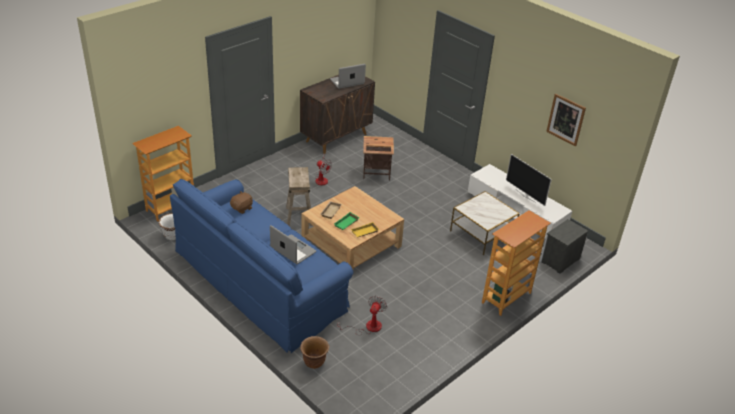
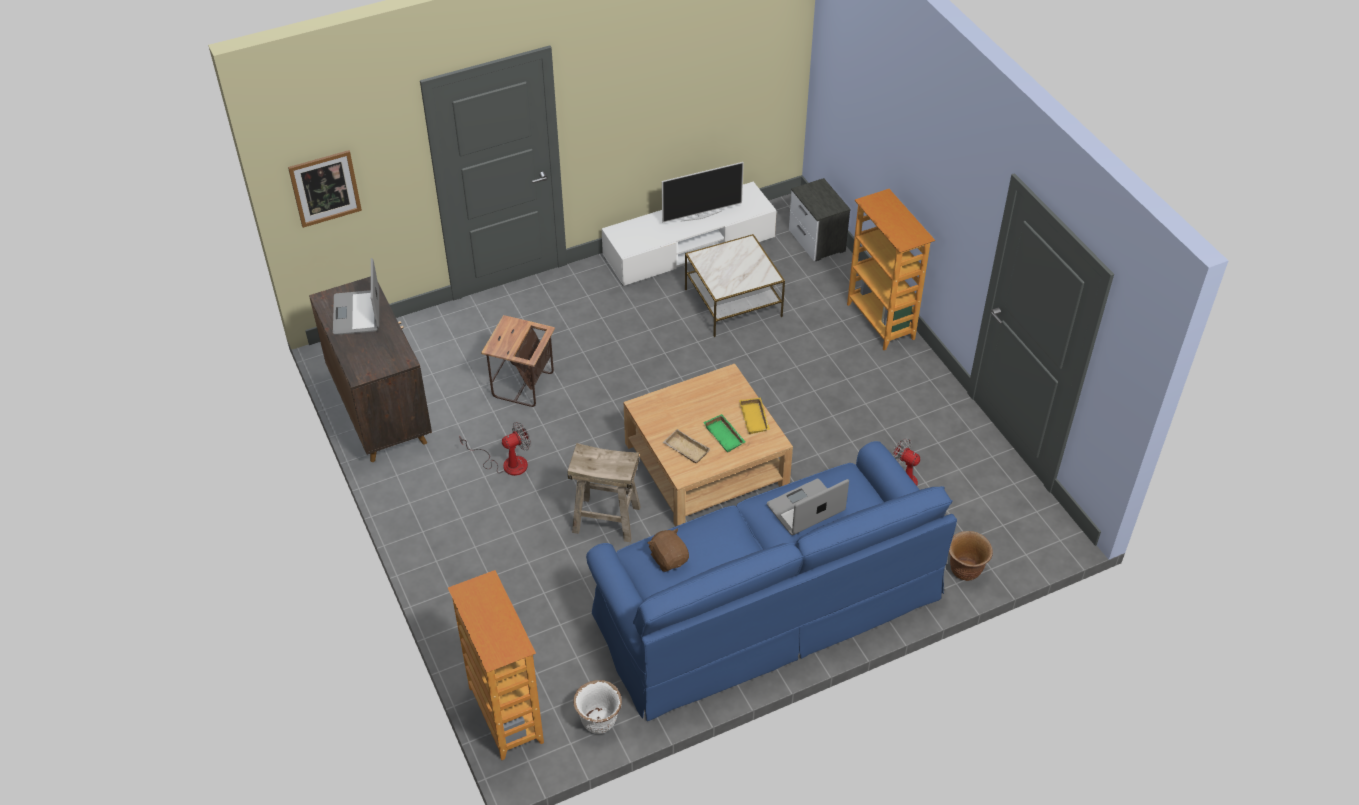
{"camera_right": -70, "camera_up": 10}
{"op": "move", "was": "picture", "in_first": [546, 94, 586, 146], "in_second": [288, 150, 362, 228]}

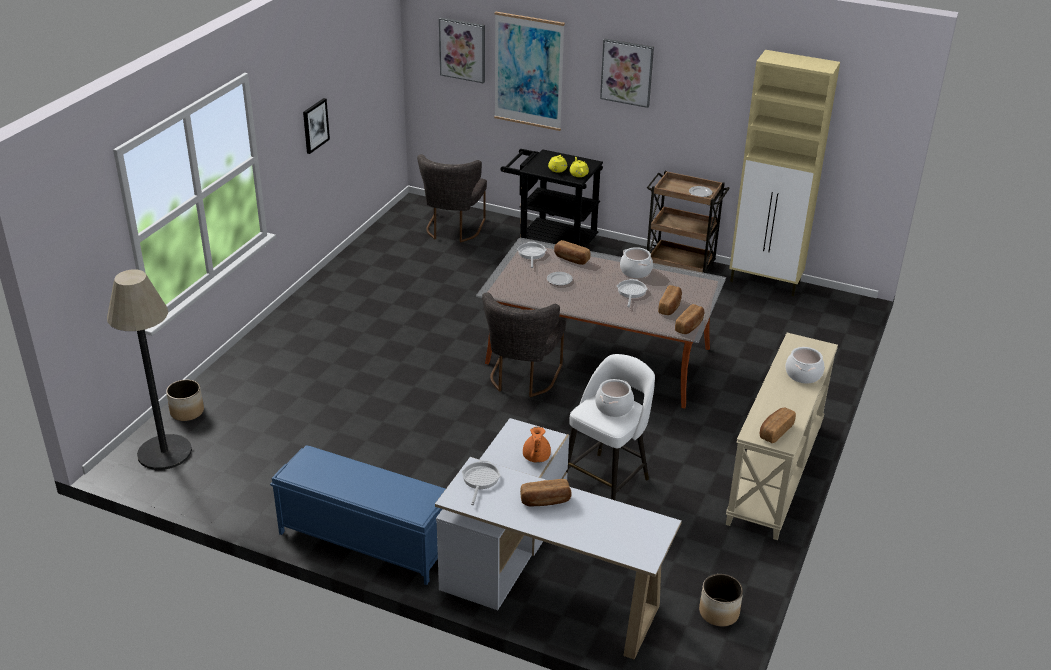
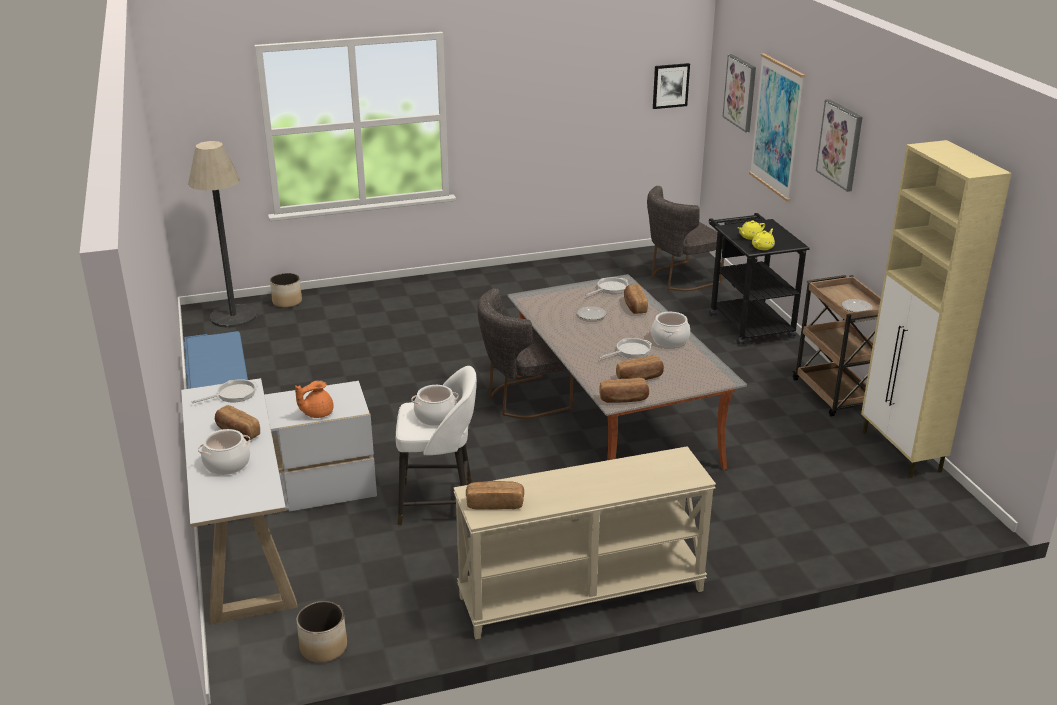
{"camera_right": 50, "camera_up": -5}
{"op": "move", "was": "picture", "in_first": [303, 98, 330, 154], "in_second": [653, 63, 690, 109]}
{"op": "move", "was": "cooking pot", "in_first": [786, 347, 824, 383], "in_second": [198, 429, 250, 475]}

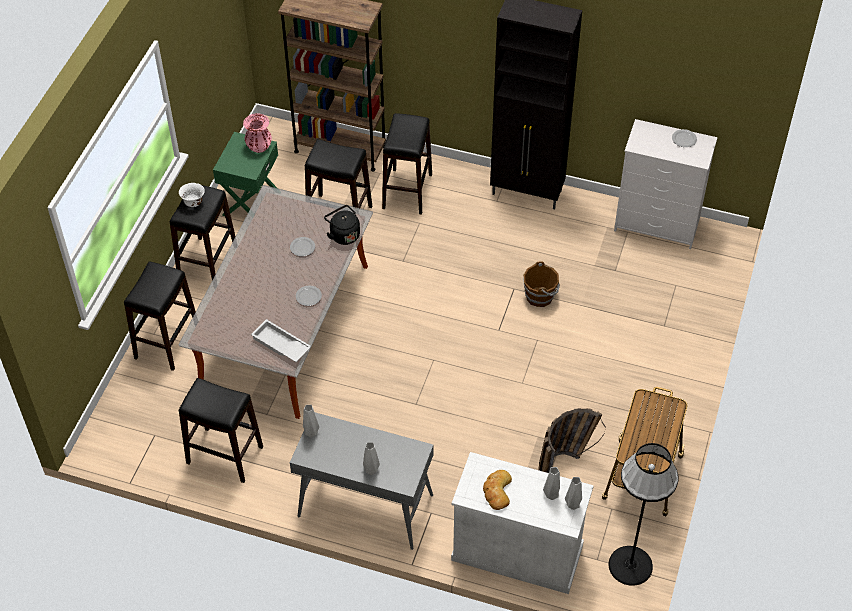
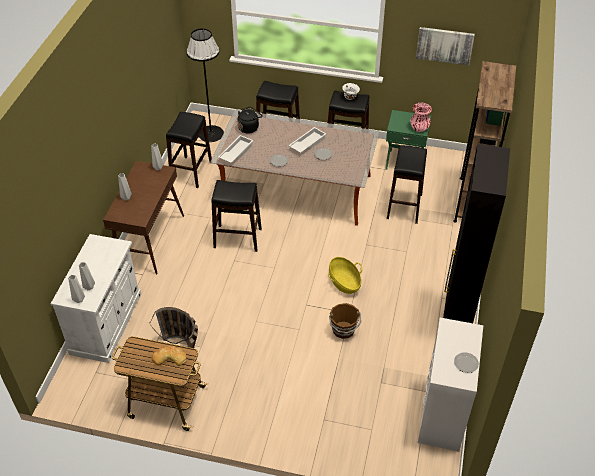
{"camera_right": 85, "camera_up": -5}
{"op": "move", "was": "stool/black", "in_first": [382, 113, 432, 215], "in_second": [211, 180, 262, 252]}
{"op": "move", "was": "kettle/black", "in_first": [324, 205, 360, 245], "in_second": [238, 107, 262, 134]}
{"op": "recolor", "was": "console table/grey", "now": "console table/brown", "in_first": [290, 413, 434, 550], "in_second": [103, 161, 184, 274]}
{"op": "move", "was": "floor lamp/black", "in_first": [609, 443, 678, 586], "in_second": [186, 29, 224, 142]}
{"op": "move", "was": "bread", "in_first": [483, 470, 512, 510], "in_second": [151, 346, 187, 366]}
{"op": "insert", "now": "picture", "in_second": [416, 27, 475, 65]}
{"op": "insert", "now": "tray/white", "in_second": [288, 127, 326, 153]}
{"op": "insert", "now": "basket", "in_second": [328, 257, 363, 294]}

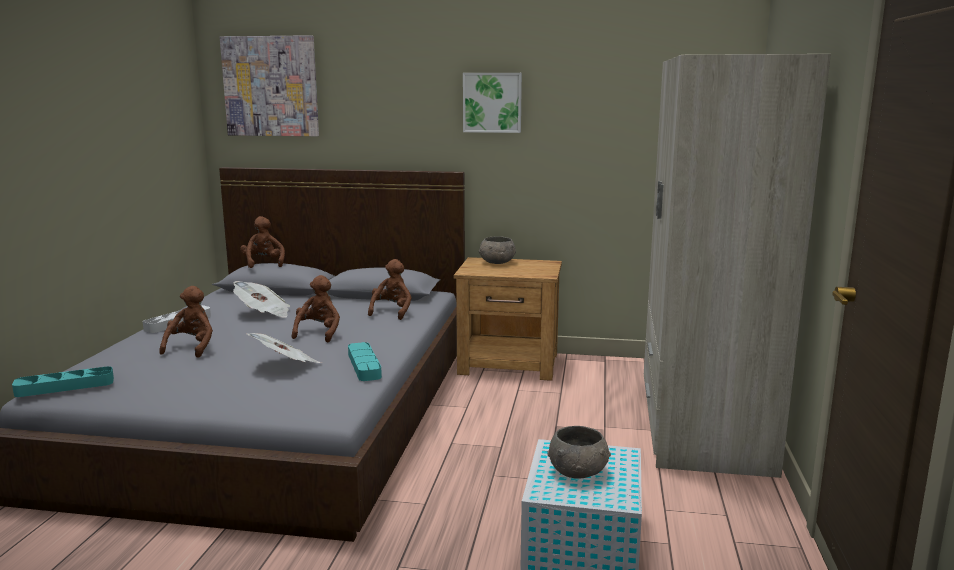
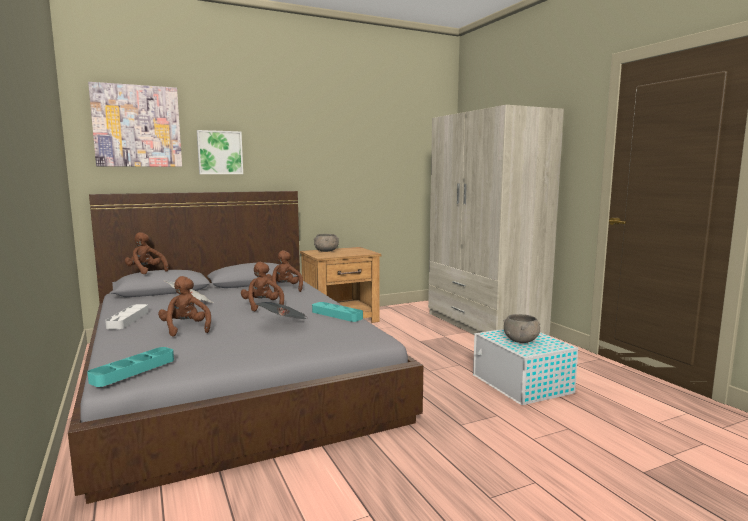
{"camera_right": -35, "camera_up": -5}
{"op": "move", "was": "picture", "in_first": [463, 73, 522, 133], "in_second": [197, 130, 243, 174]}

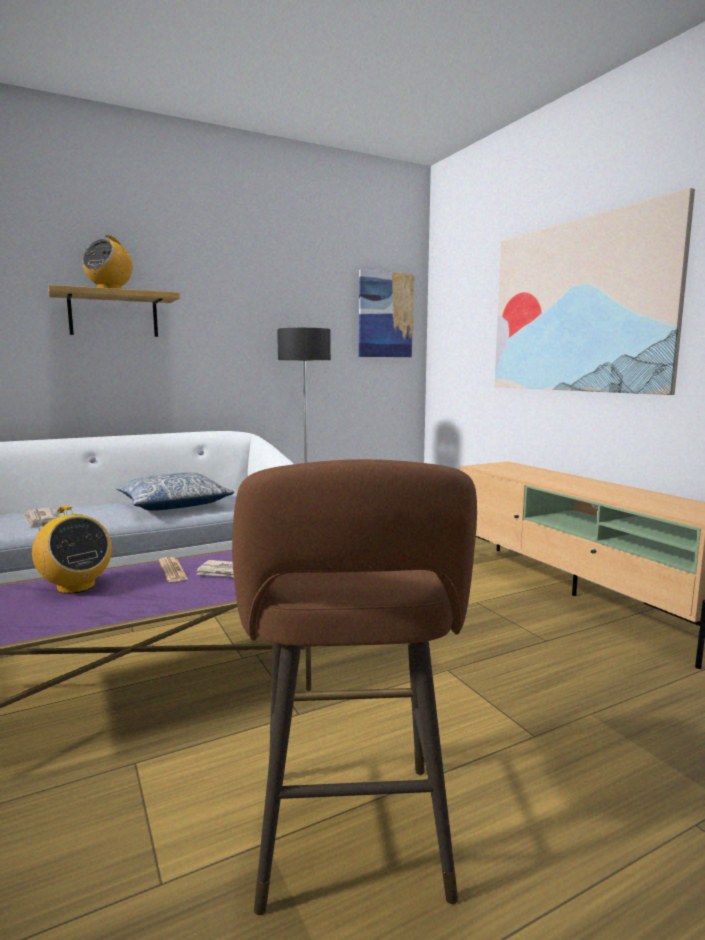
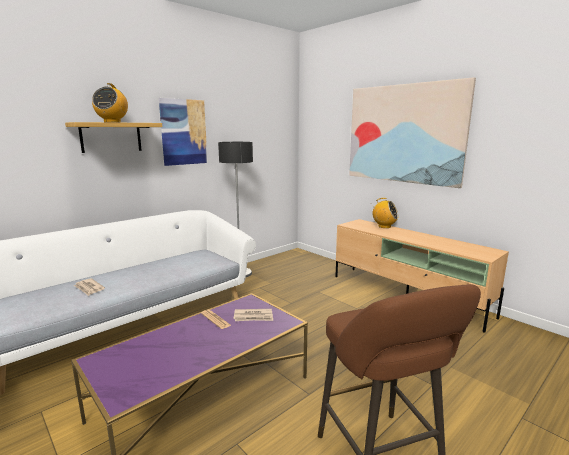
{"camera_right": -15, "camera_up": 5}
{"op": "move", "was": "picture", "in_first": [359, 269, 414, 357], "in_second": [159, 98, 208, 166]}
{"op": "delete", "was": "pillow", "in_first": [116, 472, 234, 511]}
{"op": "move", "was": "radio", "in_first": [32, 506, 112, 594], "in_second": [372, 198, 398, 228]}

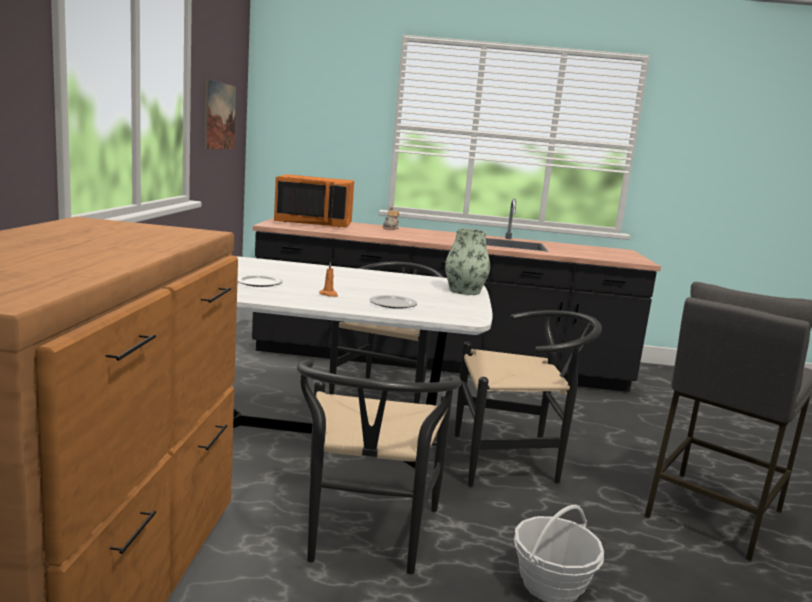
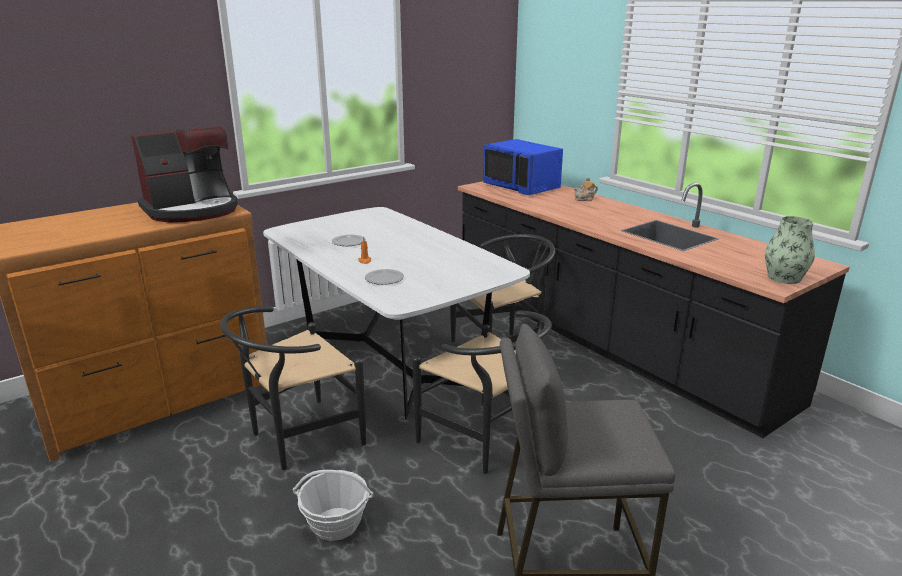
{"camera_right": 50, "camera_up": 10}
{"op": "delete", "was": "picture", "in_first": [205, 79, 236, 149]}
{"op": "recolor", "was": "microwave/orange", "now": "microwave/blue", "in_first": [274, 174, 354, 228], "in_second": [483, 139, 563, 195]}
{"op": "move", "was": "vase", "in_first": [445, 228, 490, 295], "in_second": [765, 216, 815, 284]}
{"op": "insert", "now": "coffee machine", "in_second": [131, 126, 238, 222]}

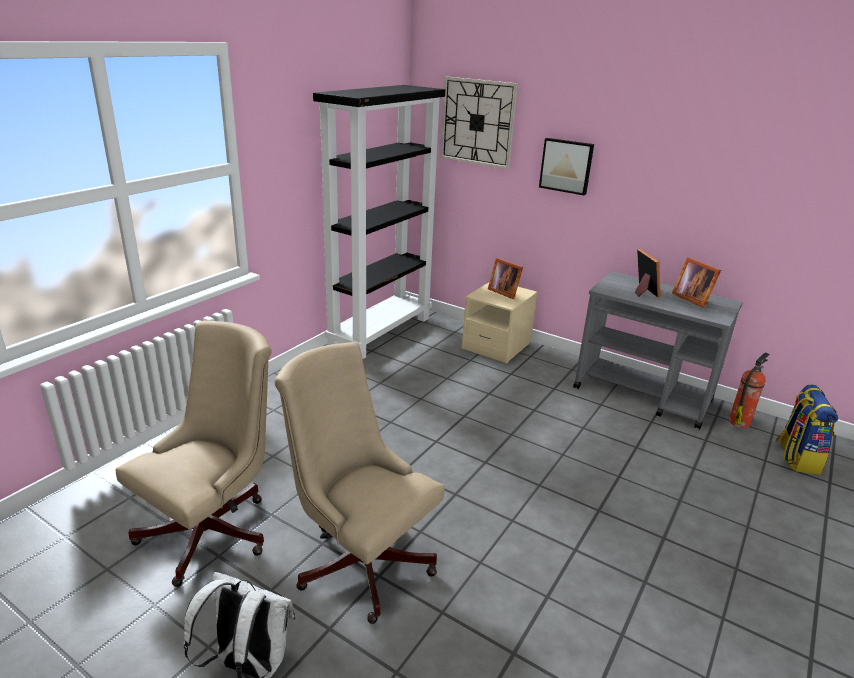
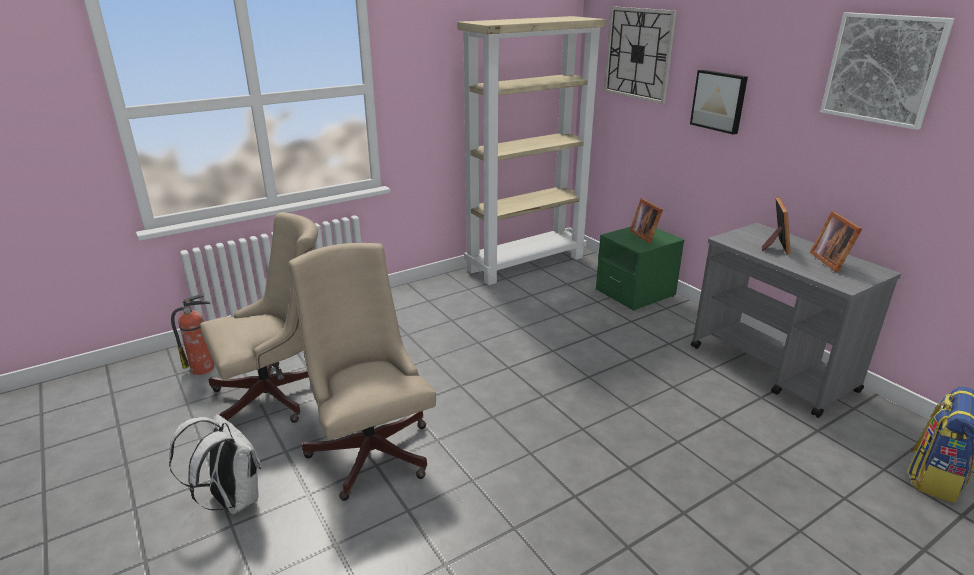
{"camera_right": 25, "camera_up": 0}
{"op": "recolor", "was": "bookcase/black", "now": "bookcase/beige", "in_first": [313, 85, 445, 359], "in_second": [457, 16, 607, 285]}
{"op": "recolor", "was": "nightstand/beige", "now": "nightstand/green", "in_first": [462, 282, 538, 363], "in_second": [596, 227, 684, 311]}
{"op": "move", "was": "fire extinguisher", "in_first": [729, 352, 770, 428], "in_second": [171, 294, 214, 375]}
{"op": "insert", "now": "picture", "in_second": [820, 12, 954, 130]}

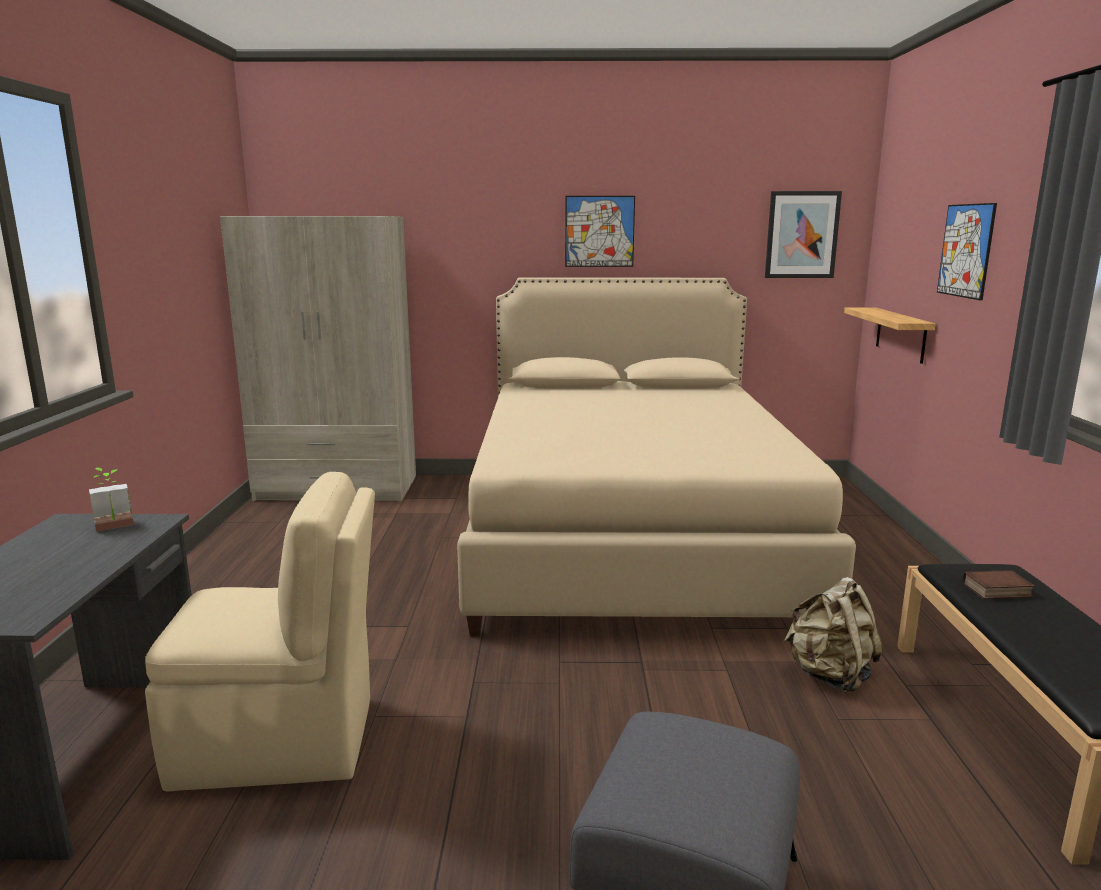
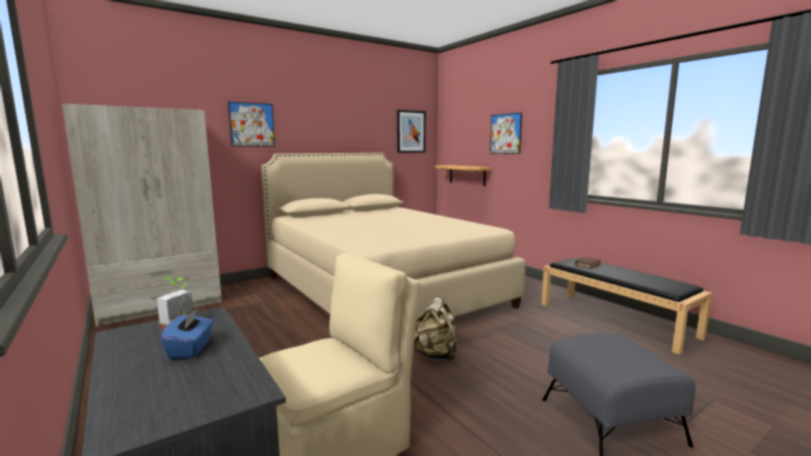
{"camera_right": -35, "camera_up": -5}
{"op": "move", "was": "picture", "in_first": [565, 196, 635, 267], "in_second": [228, 102, 275, 146]}
{"op": "move", "was": "backpack/beige", "in_first": [784, 577, 883, 693], "in_second": [414, 298, 457, 361]}
{"op": "insert", "now": "tissue box/blue", "in_second": [160, 309, 213, 359]}

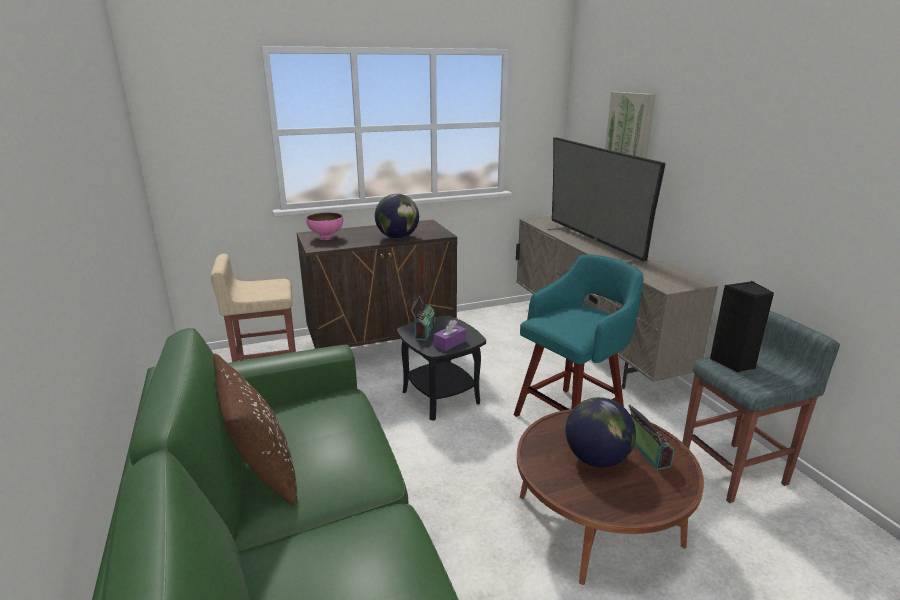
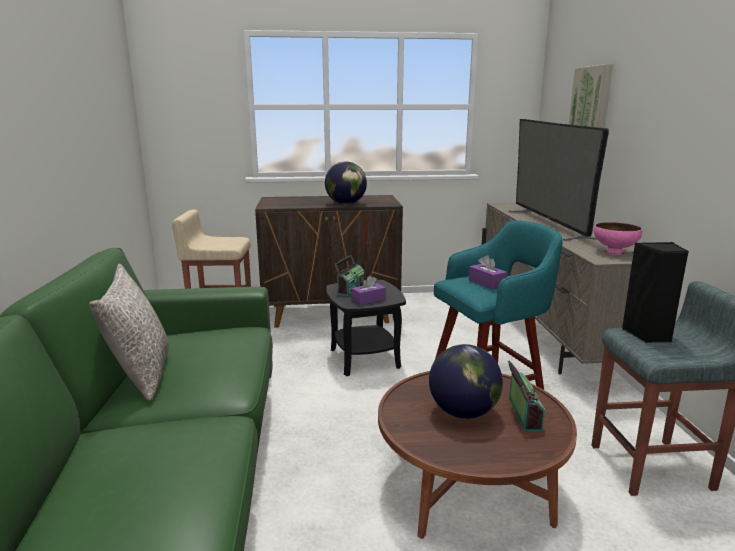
{"camera_right": 15, "camera_up": -5}
{"op": "move", "was": "bowl/pink", "in_first": [306, 212, 343, 240], "in_second": [594, 222, 642, 255]}
{"op": "recolor", "was": "pillow/brown", "now": "pillow/grey", "in_first": [213, 354, 297, 505], "in_second": [89, 264, 169, 401]}
{"op": "insert", "now": "tissue box/purple", "in_second": [469, 255, 507, 290]}

